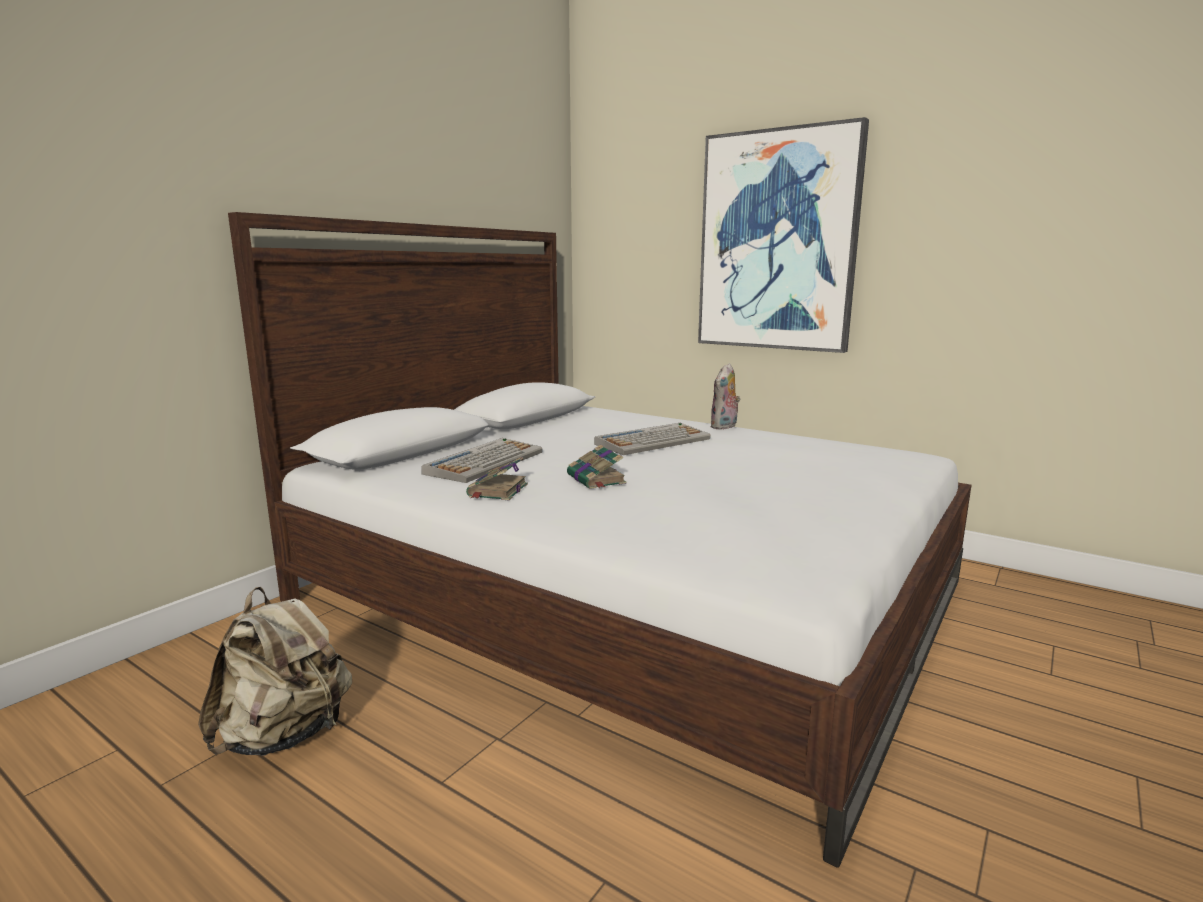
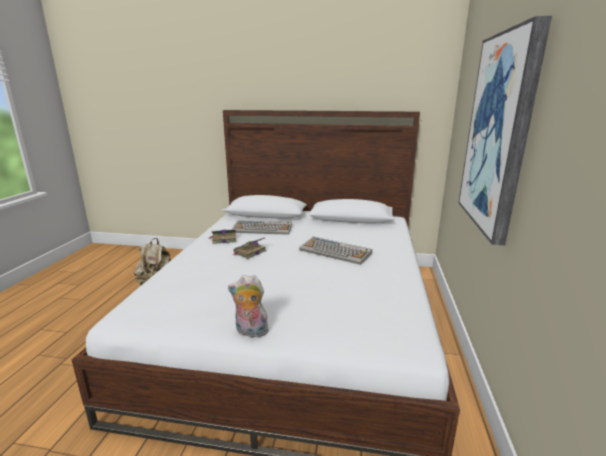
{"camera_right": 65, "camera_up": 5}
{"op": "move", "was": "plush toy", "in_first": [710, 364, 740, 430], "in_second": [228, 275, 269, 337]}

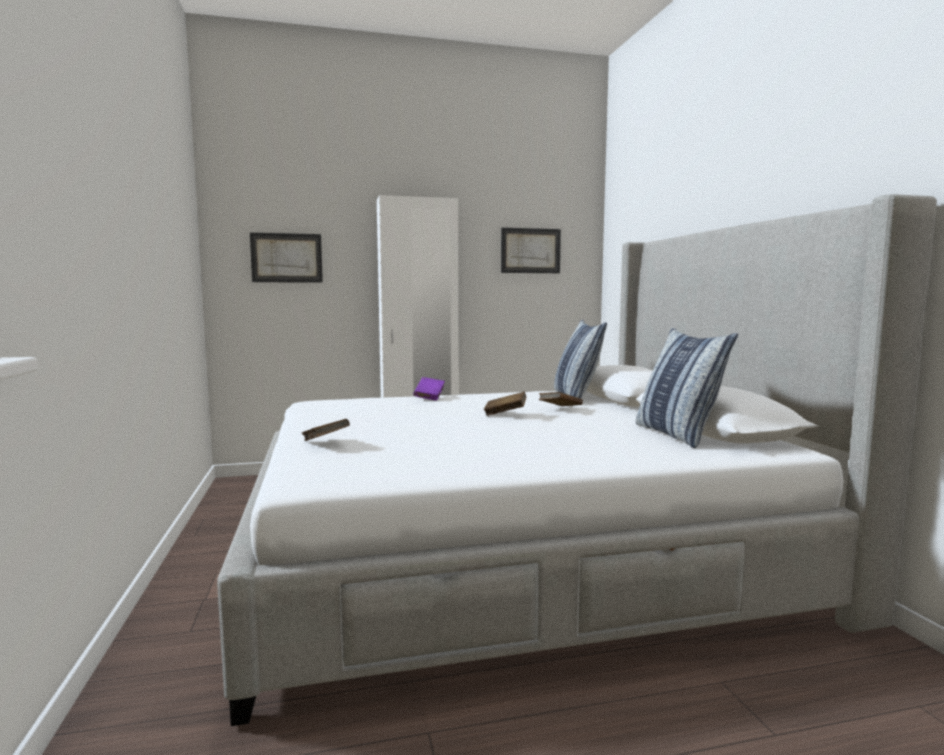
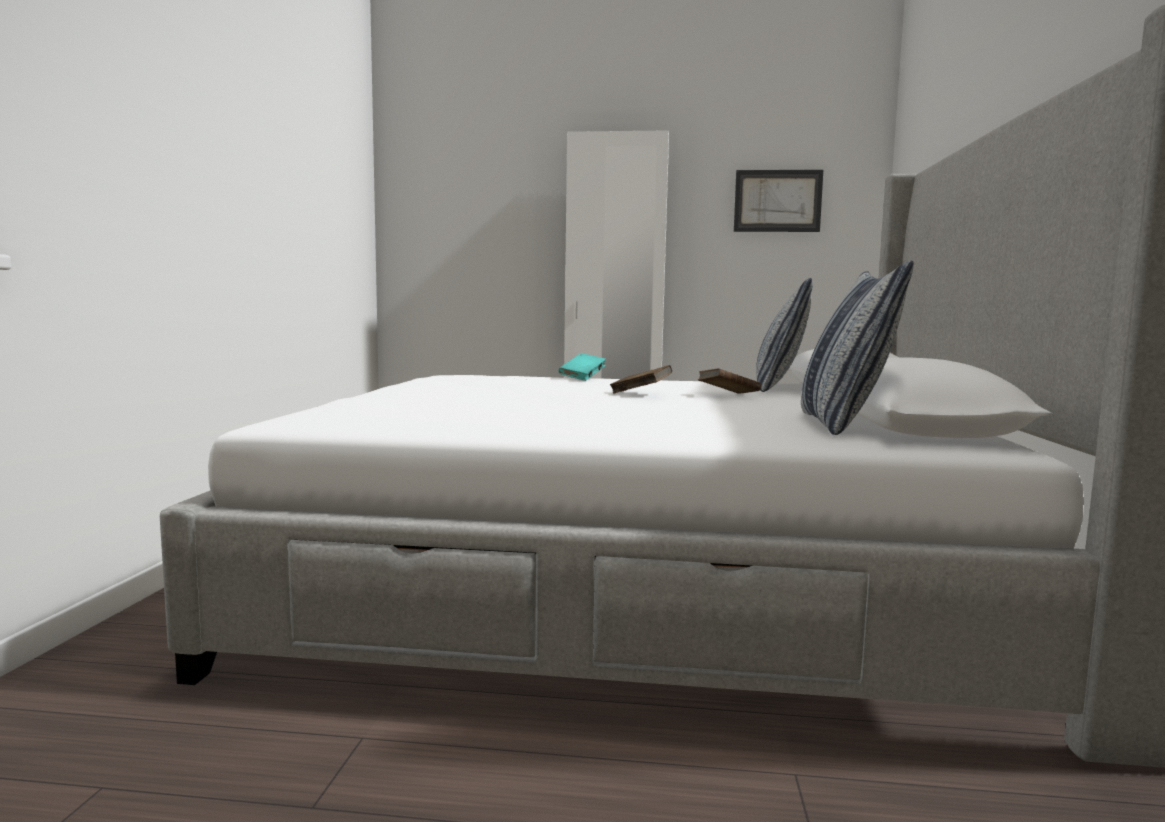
{"camera_right": 20, "camera_up": 0}
{"op": "delete", "was": "picture", "in_first": [250, 233, 323, 283]}
{"op": "recolor", "was": "book/purple", "now": "book/turquoise", "in_first": [413, 377, 445, 401], "in_second": [559, 353, 606, 381]}
{"op": "delete", "was": "book/brown", "in_first": [302, 419, 350, 441]}

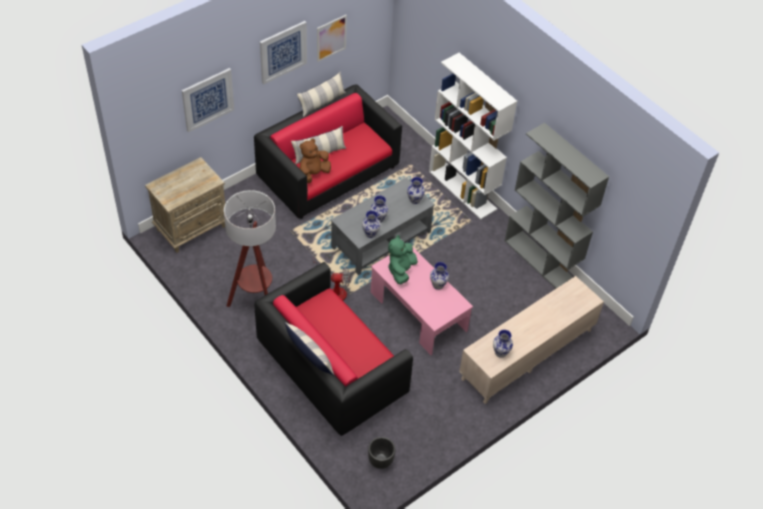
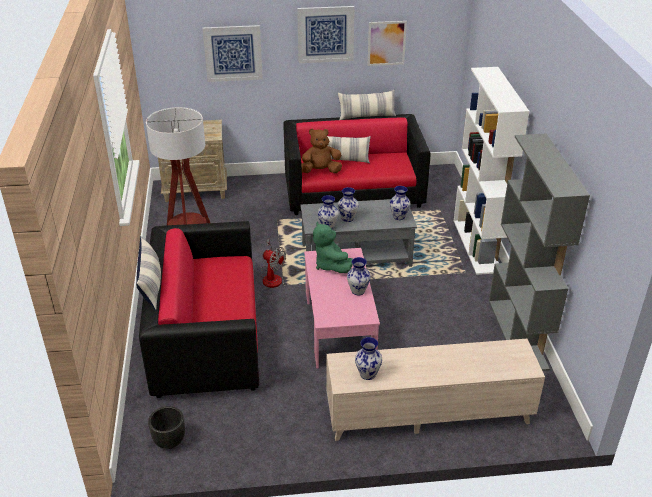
{"camera_right": 35, "camera_up": -15}
{"op": "rotate", "was": "plush toy/green", "in_first": [388, 235, 418, 284], "in_second": [313, 221, 353, 273], "clockwise": -75}

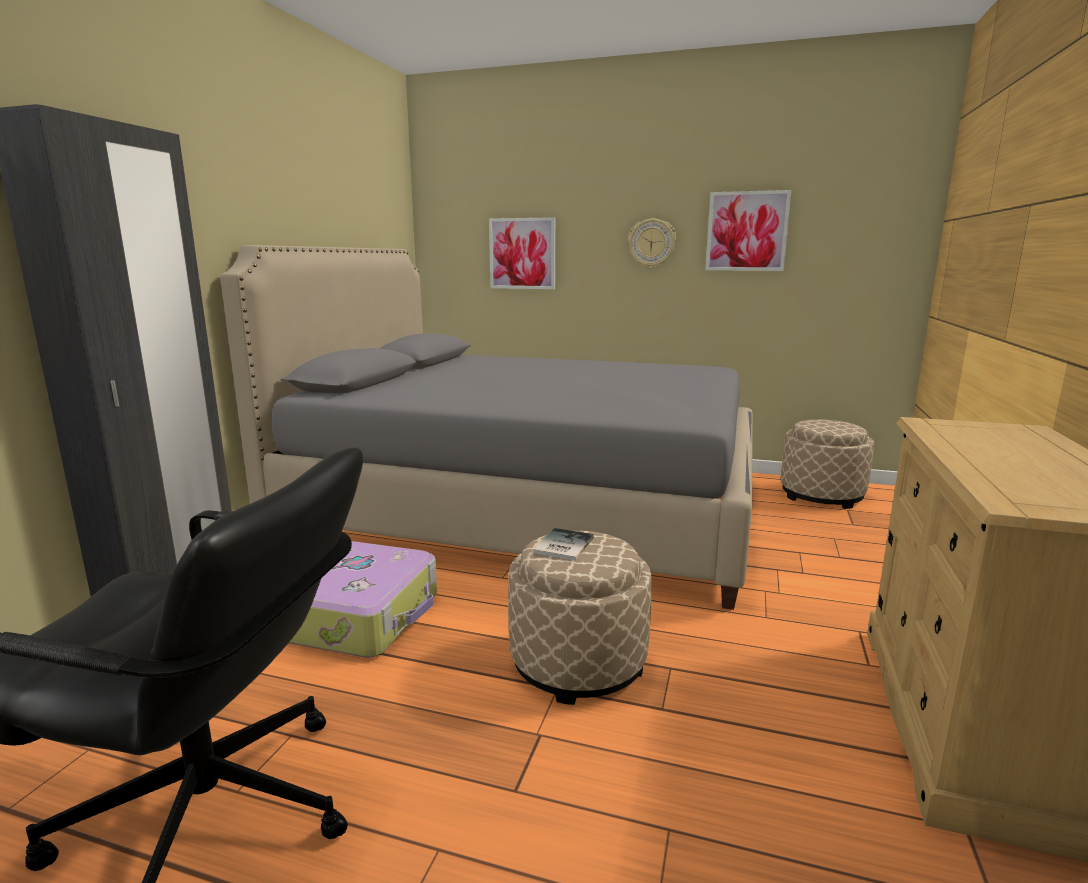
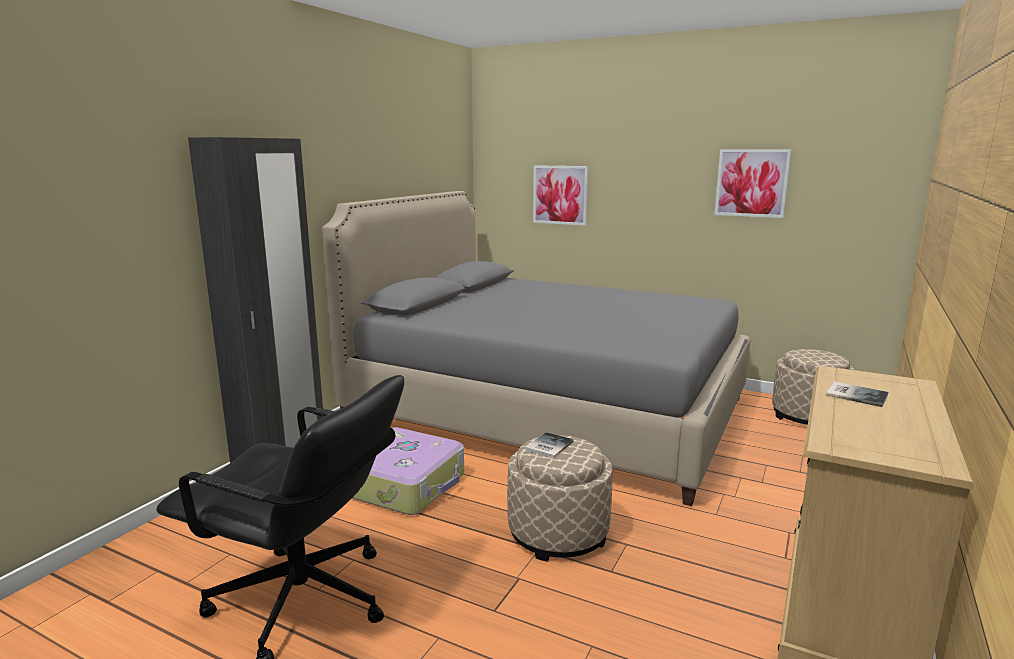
{"camera_right": 10, "camera_up": 0}
{"op": "delete", "was": "wall clock", "in_first": [628, 218, 676, 269]}
{"op": "insert", "now": "book", "in_second": [826, 381, 888, 407]}

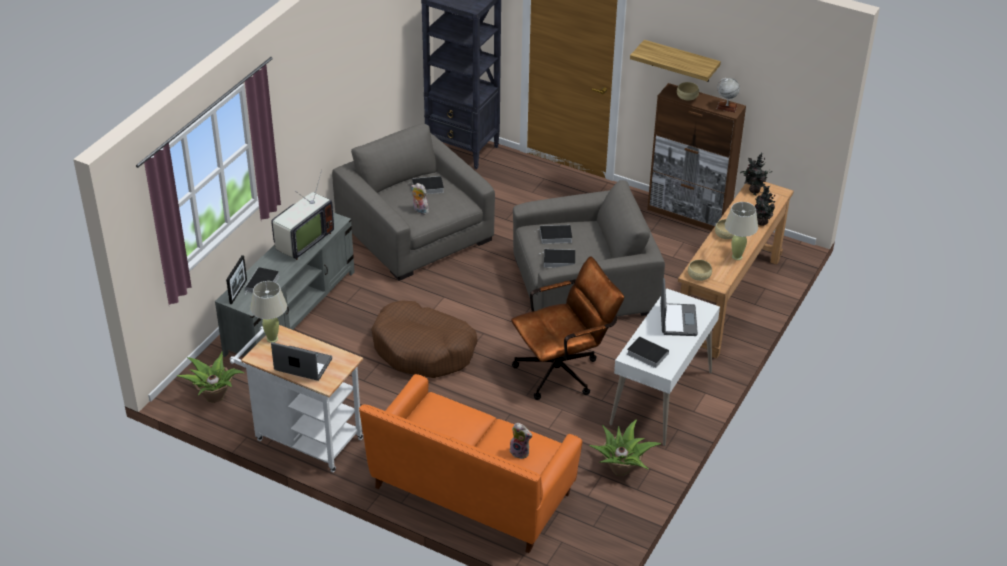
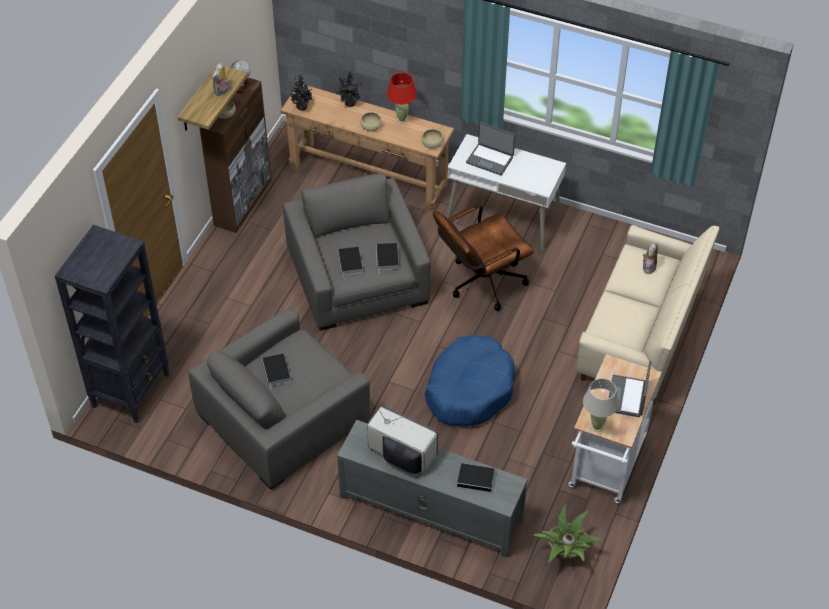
{"camera_right": -95, "camera_up": 10}
{"op": "move", "was": "plush toy", "in_first": [411, 183, 429, 215], "in_second": [212, 63, 229, 96]}
{"op": "recolor", "was": "table lamp/beige", "now": "table lamp/red", "in_first": [725, 202, 758, 260], "in_second": [387, 72, 417, 123]}
{"op": "delete", "was": "picture frame", "in_first": [226, 255, 247, 304]}
{"op": "rotate", "was": "office chair/brown", "in_first": [511, 256, 624, 400], "in_second": [433, 204, 534, 311], "clockwise": -90}
{"op": "rotate", "was": "laptop", "in_first": [660, 278, 698, 336], "in_second": [466, 122, 515, 175], "clockwise": -150}
{"op": "recolor", "was": "dog bed/brown", "now": "dog bed/blue", "in_first": [371, 300, 478, 378], "in_second": [425, 335, 516, 426]}
{"op": "delete", "was": "book", "in_first": [627, 337, 669, 368]}
{"op": "recolor", "was": "sofa/orange", "now": "sofa/beige", "in_first": [359, 374, 582, 553], "in_second": [577, 225, 719, 404]}
{"op": "delete", "was": "potted plant", "in_first": [589, 420, 661, 476]}

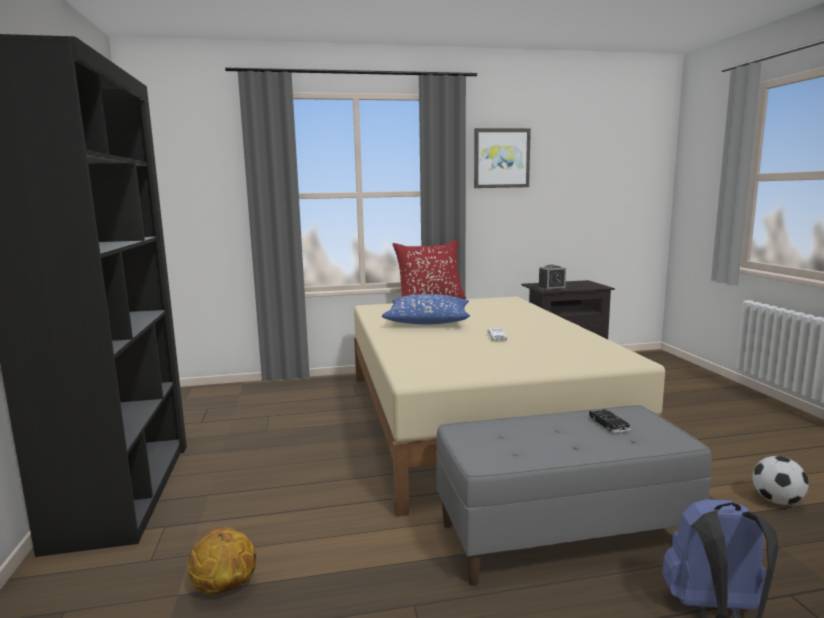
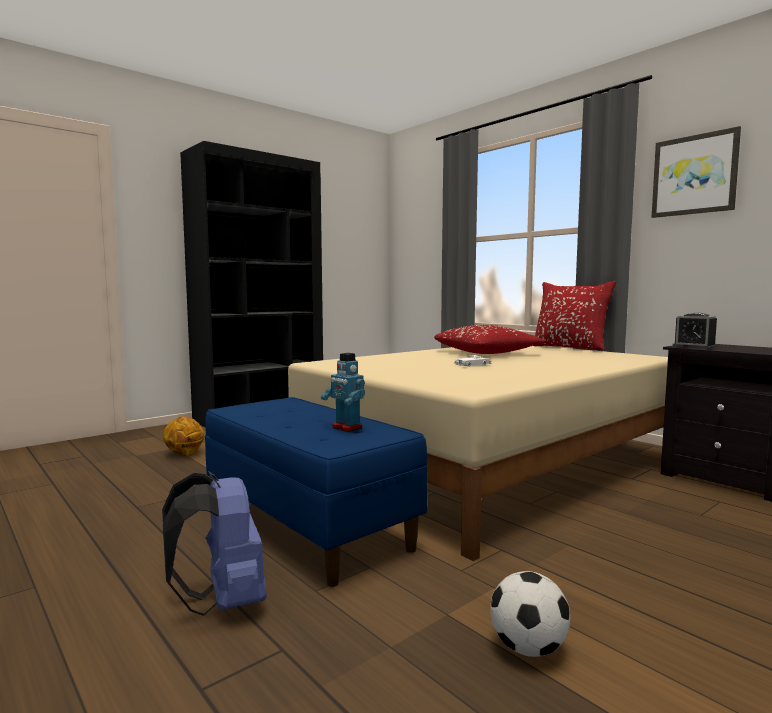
{"camera_right": 60, "camera_up": -5}
{"op": "recolor", "was": "pillow/blue", "now": "pillow/red", "in_first": [382, 294, 470, 324], "in_second": [434, 325, 545, 354]}
{"op": "recolor", "was": "bench/grey", "now": "bench/blue", "in_first": [436, 405, 712, 586], "in_second": [205, 397, 428, 587]}
{"op": "replace", "was": "toy car/black", "now": "toy robot", "in_first": [588, 409, 631, 433], "in_second": [321, 353, 365, 432]}

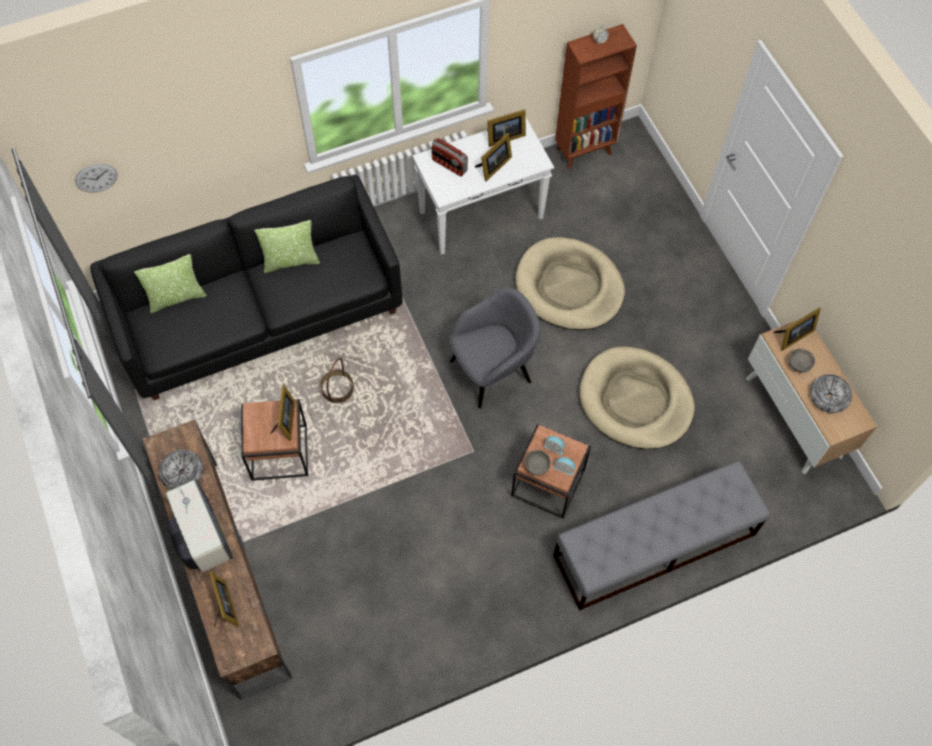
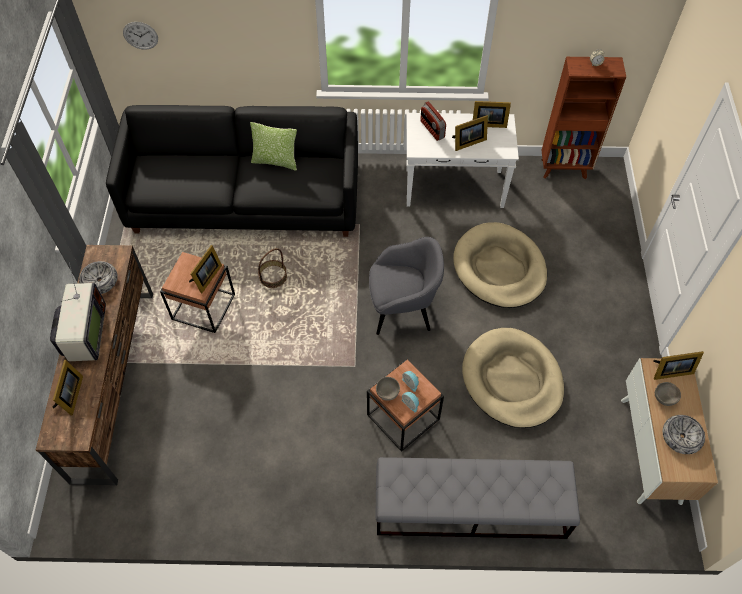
{"camera_right": 25, "camera_up": -5}
{"op": "delete", "was": "pillow", "in_first": [134, 254, 206, 313]}

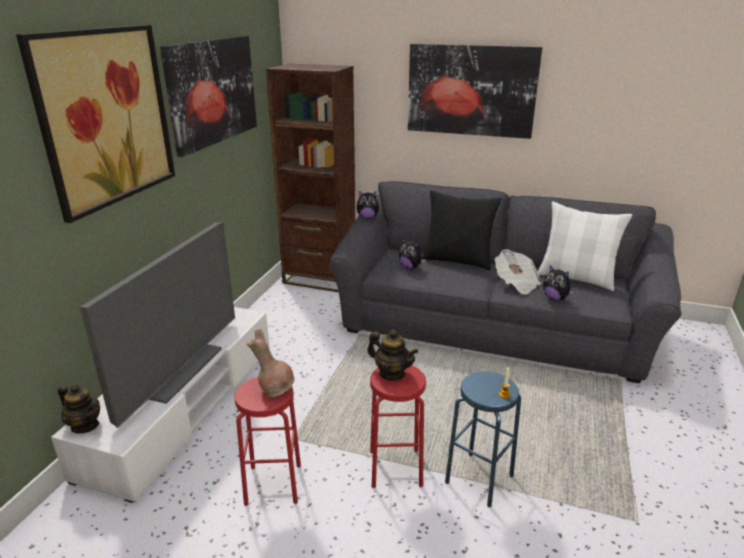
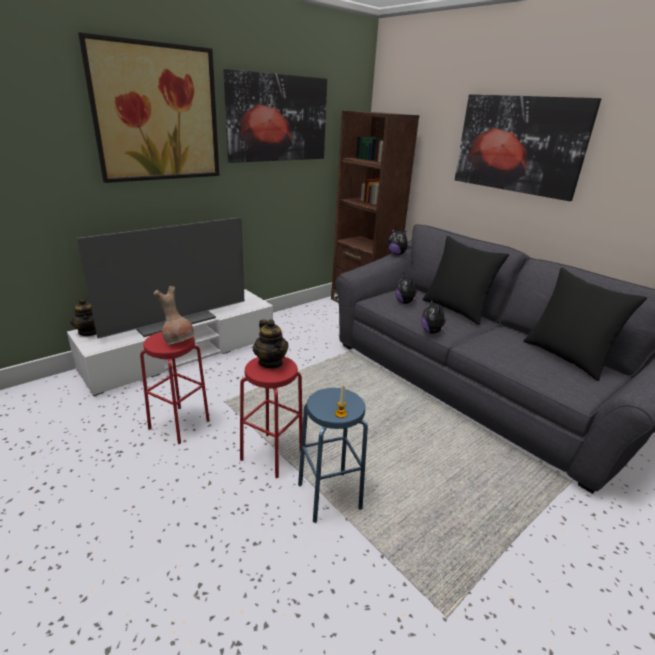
{"camera_right": 30, "camera_up": 0}
{"op": "recolor", "was": "pillow/white", "now": "pillow/black", "in_first": [538, 202, 632, 291], "in_second": [524, 268, 647, 381]}
{"op": "delete", "was": "newspaper", "in_first": [495, 249, 541, 295]}
{"op": "move", "was": "plush toy", "in_first": [543, 266, 575, 301], "in_second": [421, 299, 447, 334]}

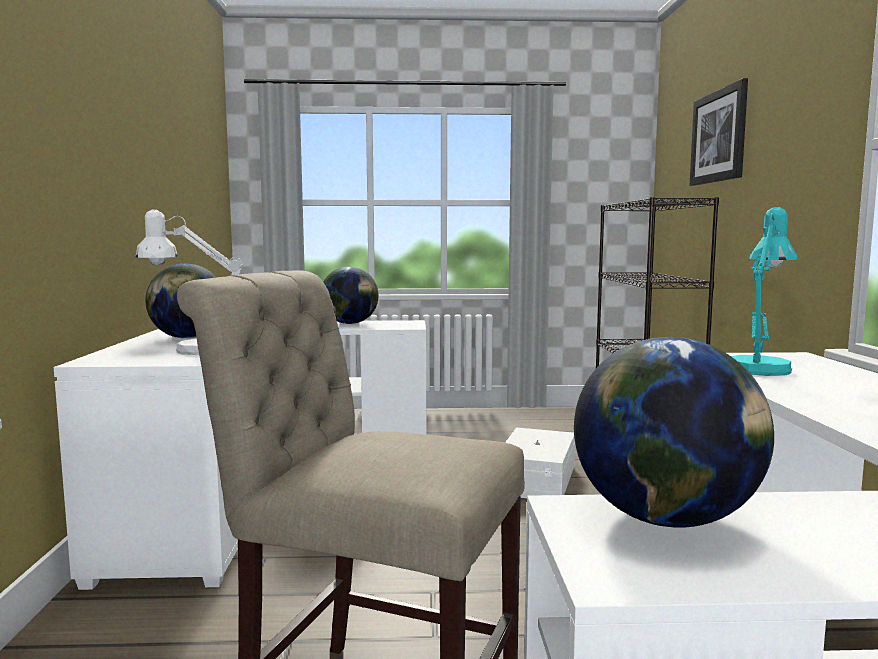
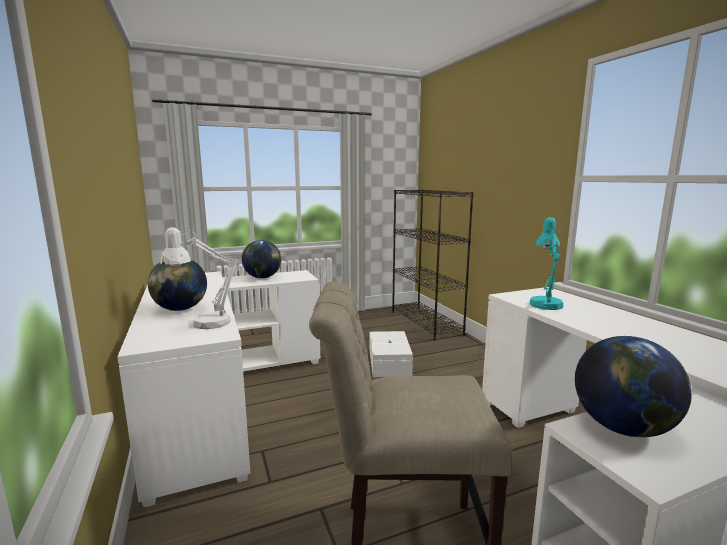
{"camera_right": -20, "camera_up": 5}
{"op": "delete", "was": "picture", "in_first": [690, 78, 748, 186]}

